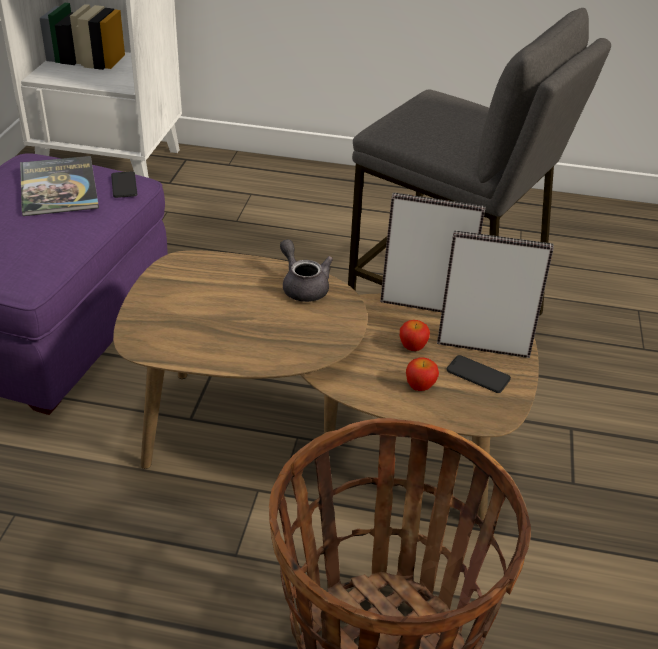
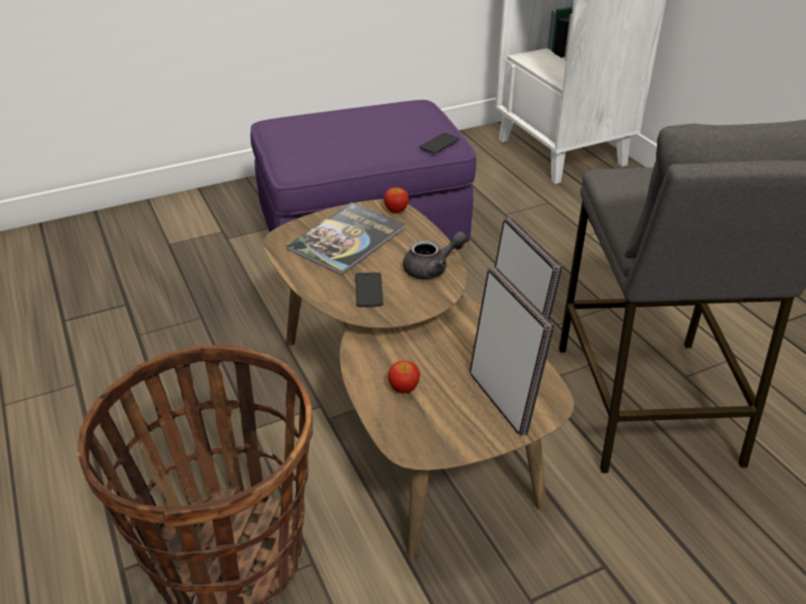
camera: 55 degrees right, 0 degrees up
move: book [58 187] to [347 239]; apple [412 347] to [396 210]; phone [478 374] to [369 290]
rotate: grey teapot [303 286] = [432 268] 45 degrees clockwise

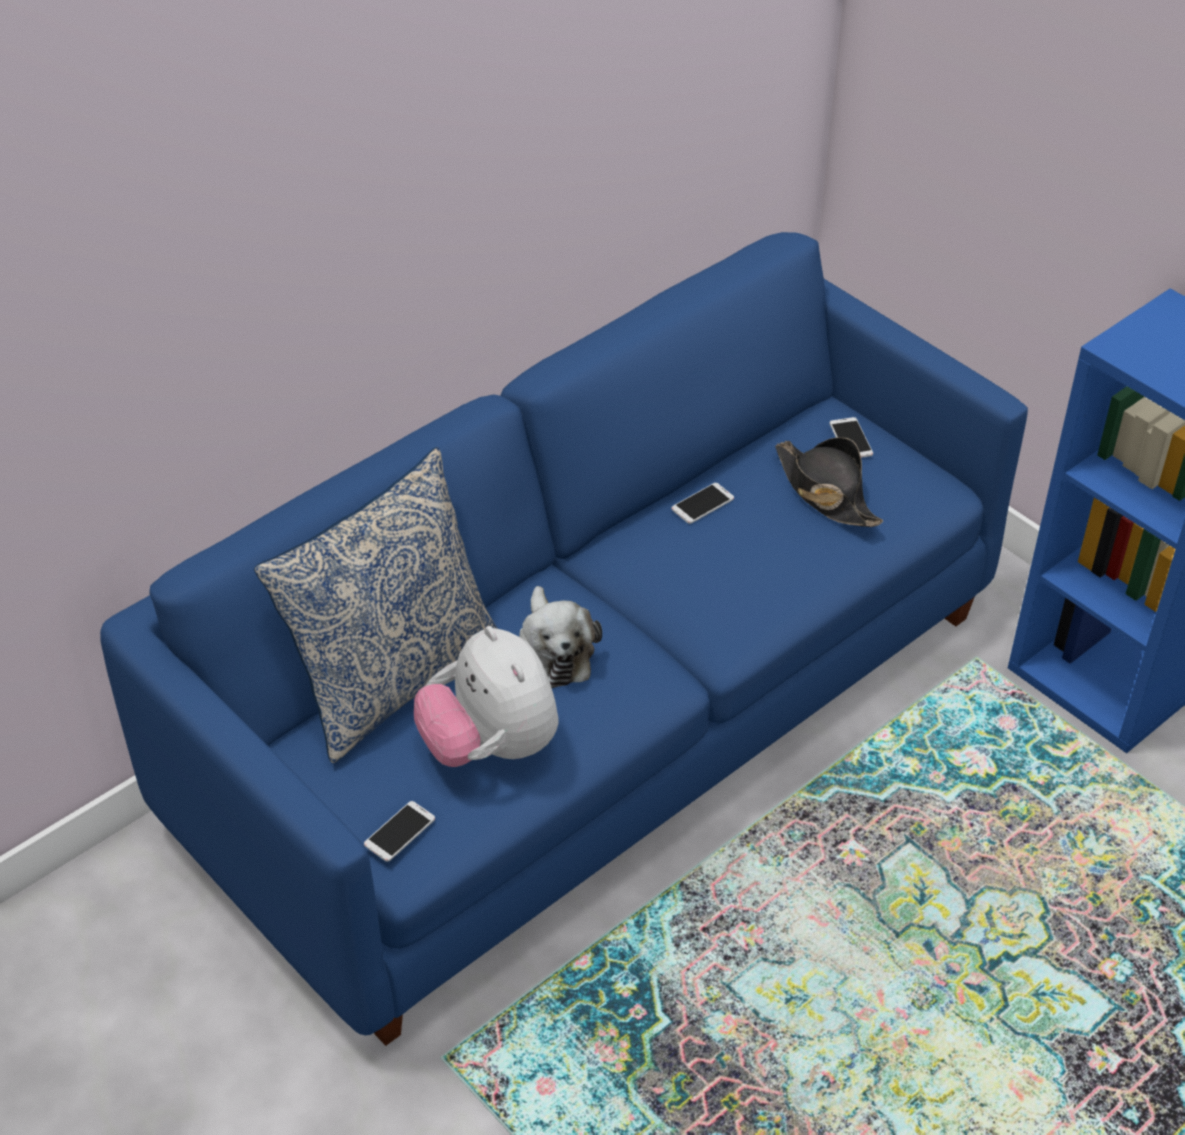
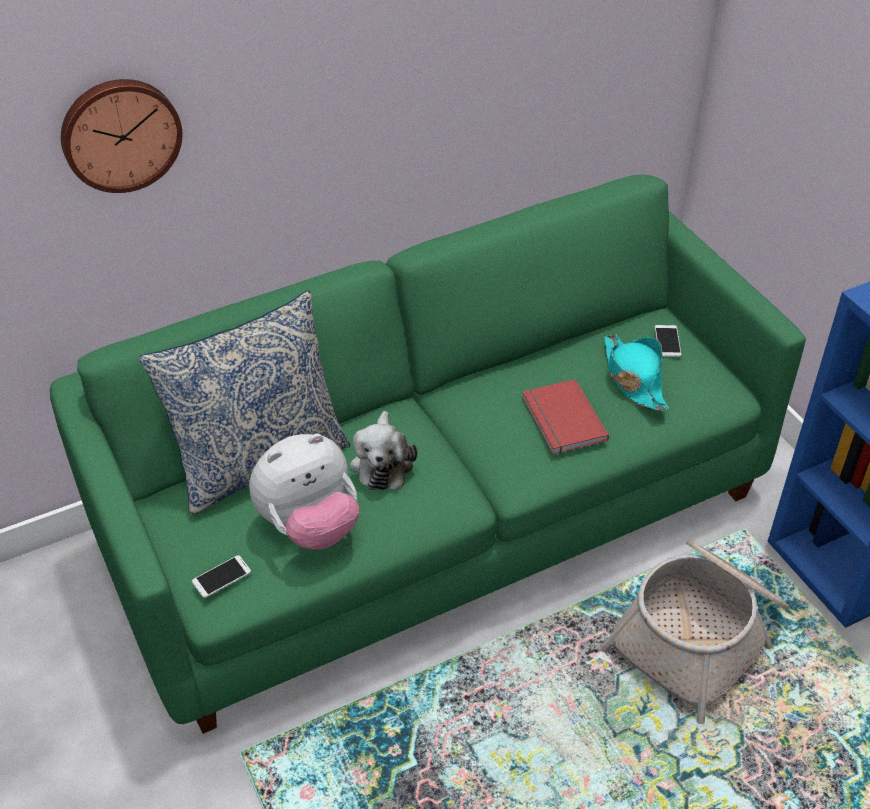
camera: 15 degrees right, 0 degrees up
delete: phone [702 504]
insert: wall clock [120 133]; red book [561 420]; basket [699 635]
recolor: blue sofa [591 716] to green sofa [436 516]; black hat [825 492] to turquoise hat [633 378]
rotate: plush toy [490 746] = [310 525] 105 degrees counterclockwise

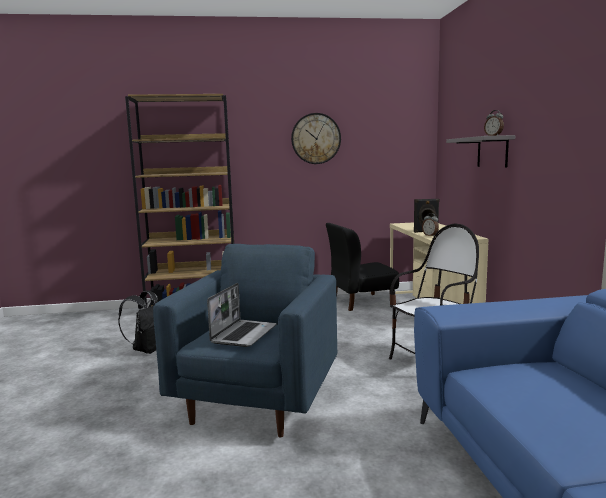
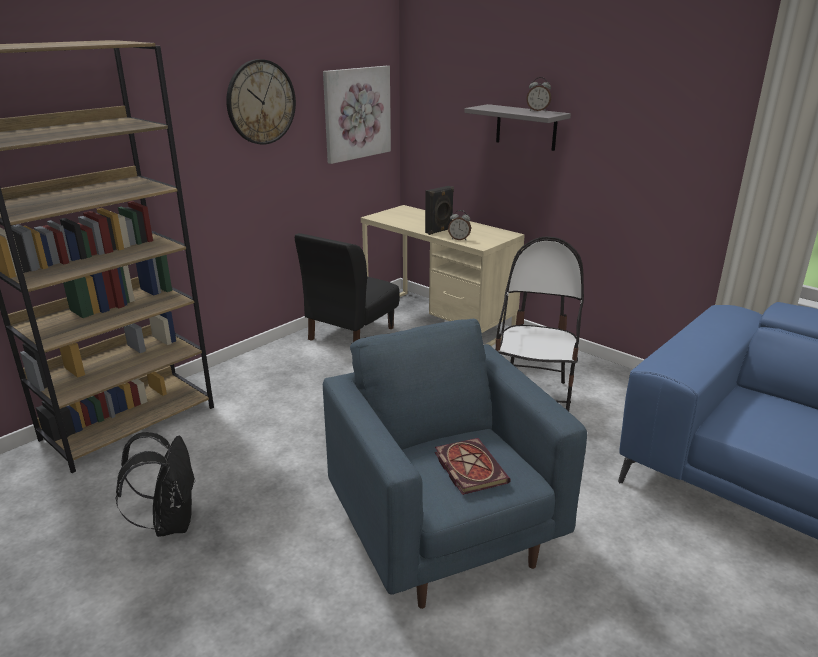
camera: 40 degrees left, 15 degrees up
insert: picture [356 113]
replace: laptop [244 334] to book [468 467]

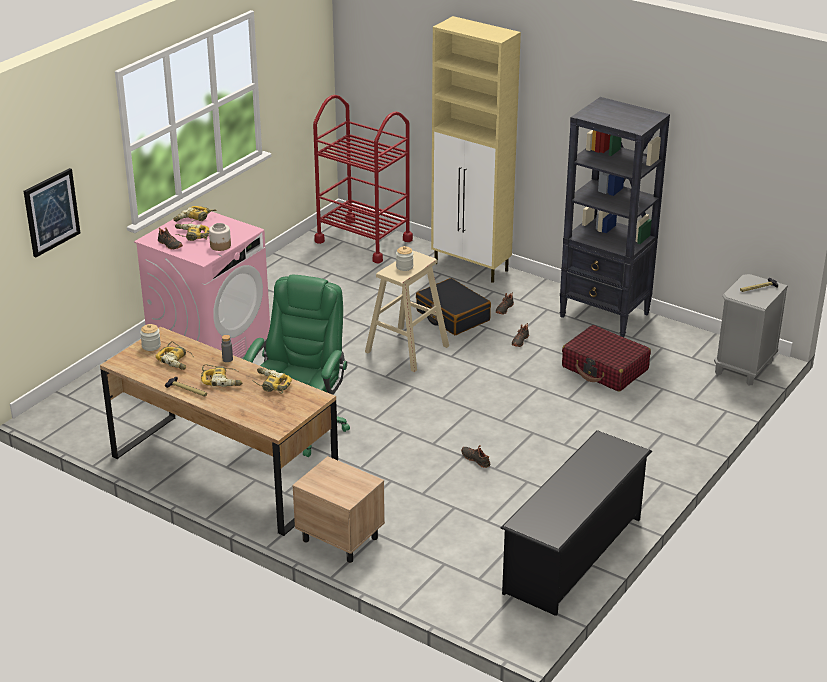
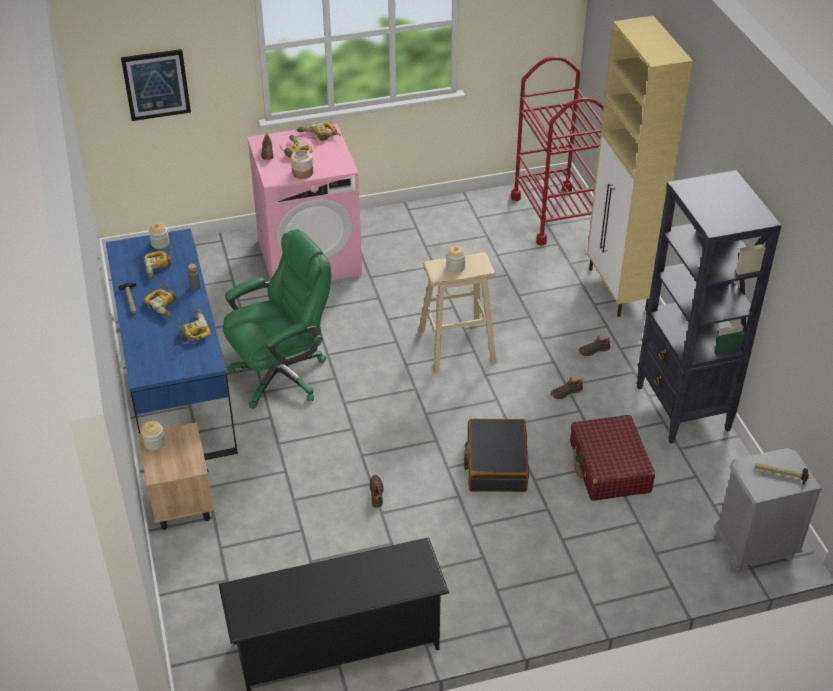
camera: 40 degrees right, 10 degrees up
insert: jar [154 443]
move: black suitcase [452 316] to [496 464]
recolor: brown desk [224 472] to blue desk [177 385]

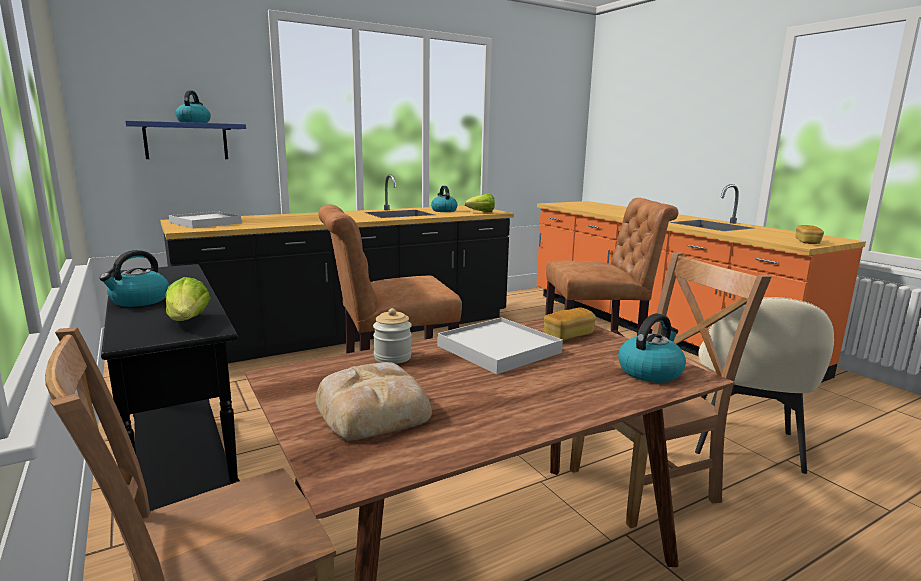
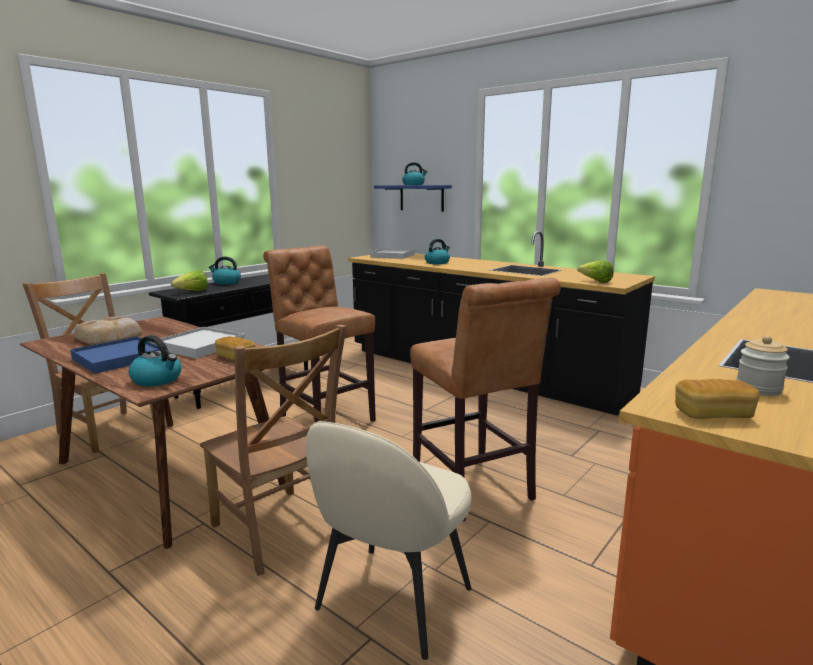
camera: 70 degrees right, 0 degrees up
insert: blue tray [118 358]
move: kettle [443 210] to [437 262]; jar [392 357] to [758 389]
rotate: beige chair [744 445] = [391 601] 60 degrees counterclockwise

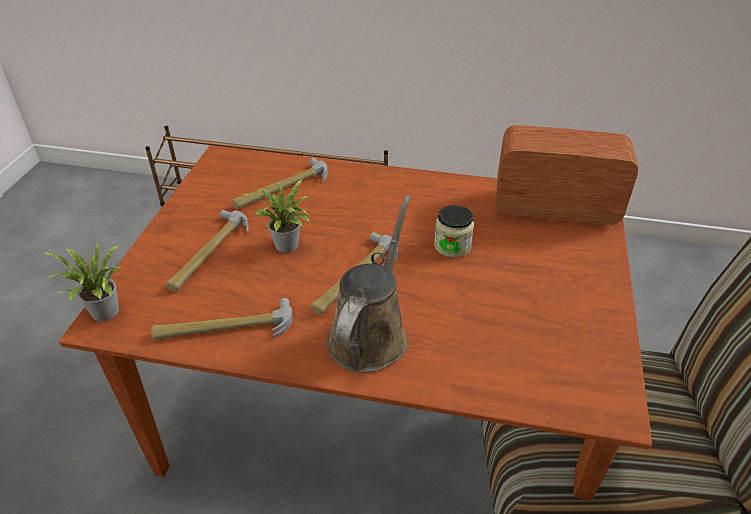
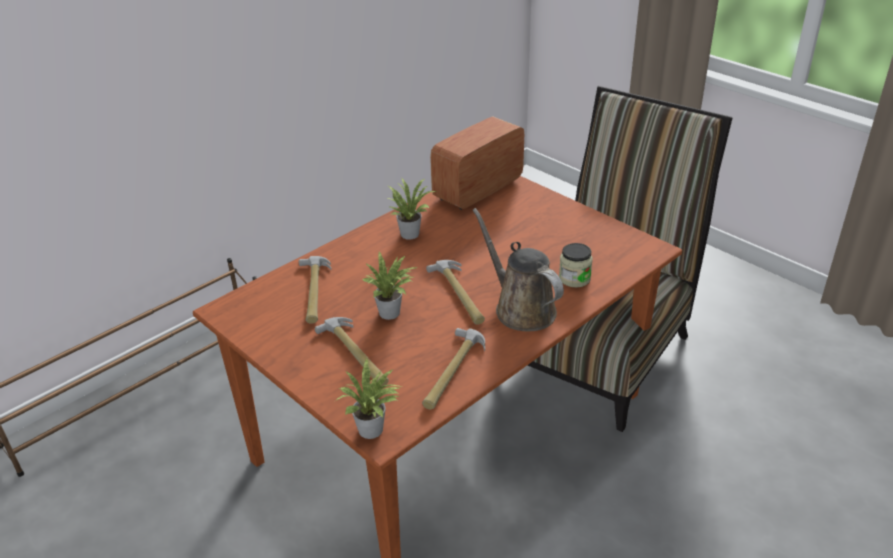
camera: 55 degrees left, 5 degrees down
insert: potted plant [410 233]
move: jar [452 246] to [574 278]

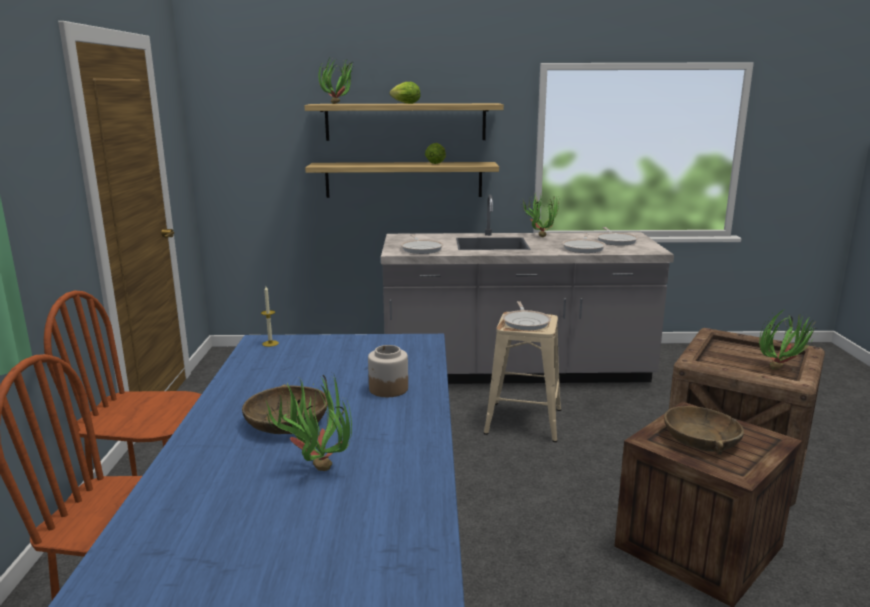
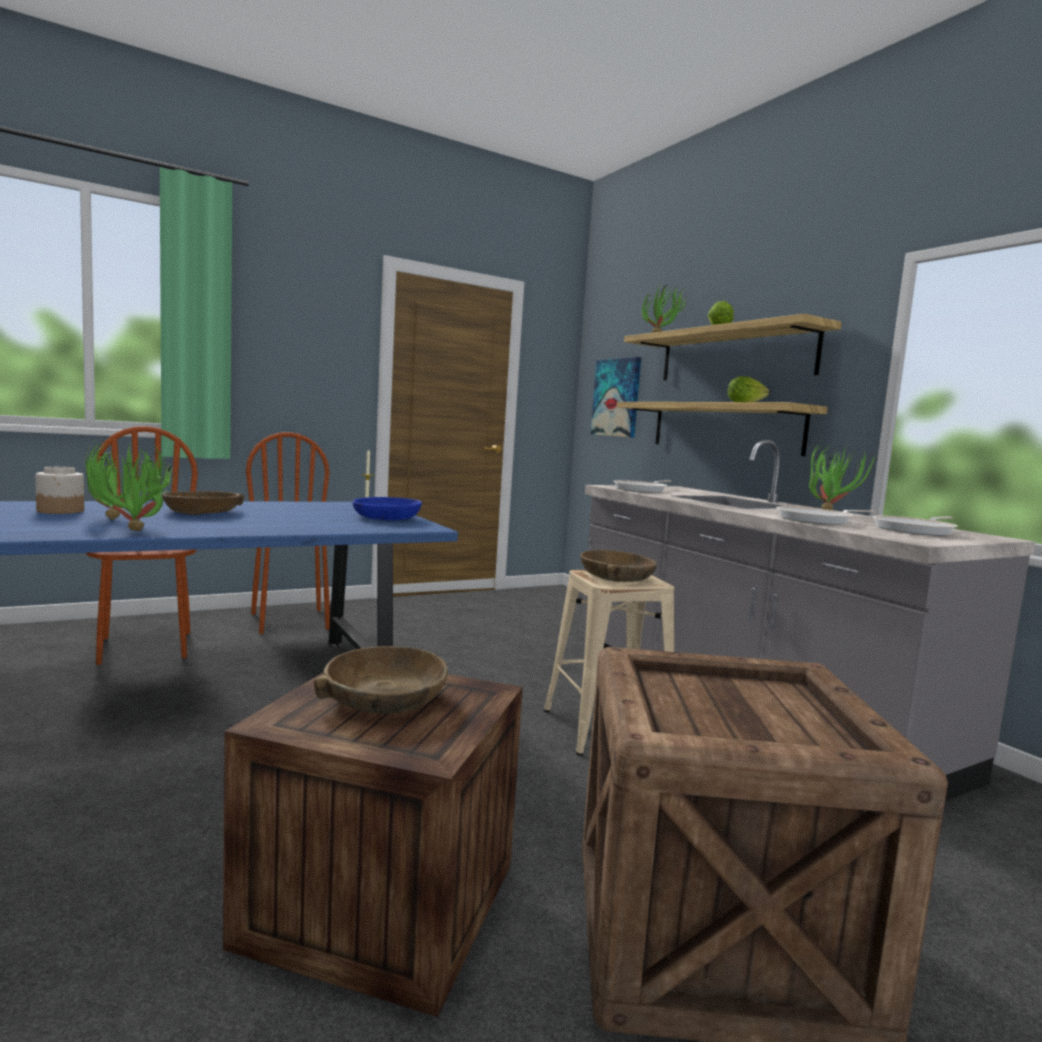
camera: 60 degrees right, 10 degrees down
insert: picture [616 398]; blue bowl [386 518]
move: potted plant [782 369] to [136 533]; jar [388 389] to [61 511]
replace: frying pan [526 322] to brown bowl [616 577]

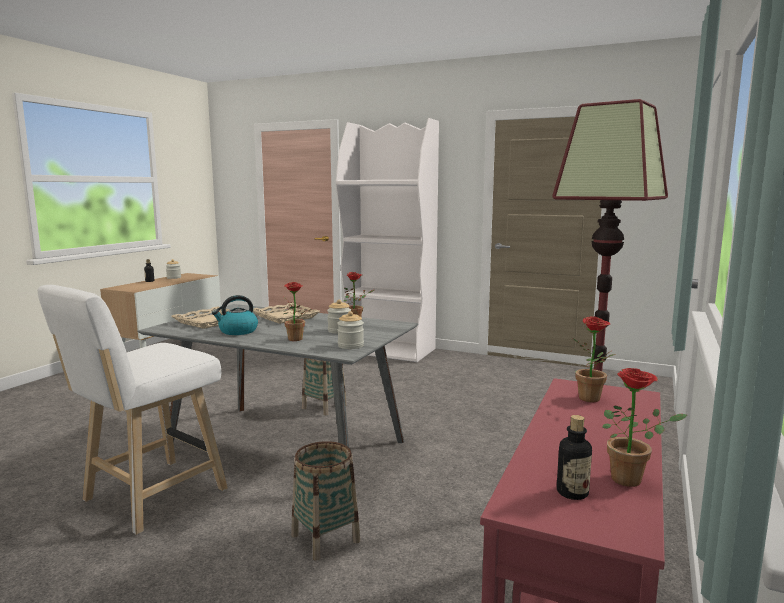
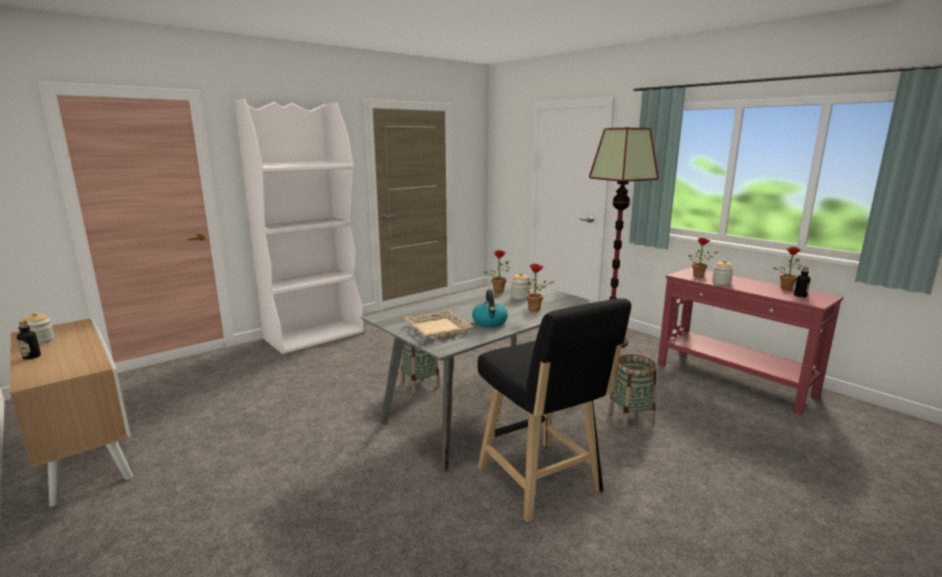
camera: 65 degrees left, 5 degrees up
delete: beige tray [286 317]
move: jar [350 346] to [721 283]
recolor: white stool [148 498] to black stool [542 484]

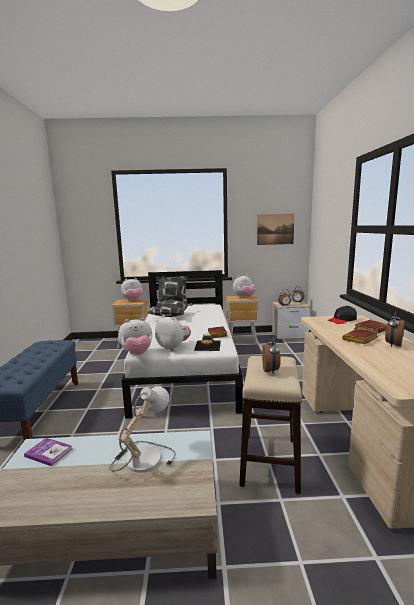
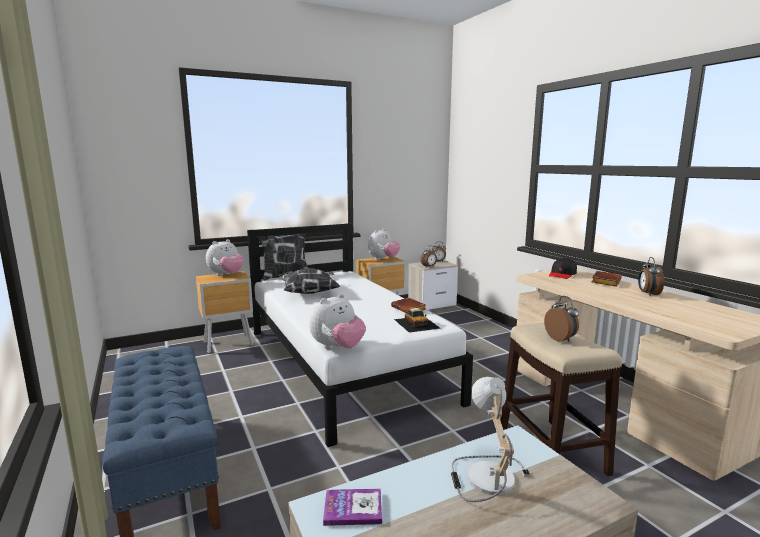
camera: 25 degrees left, 0 degrees up
delete: picture [275 229]; plush toy [173 347]; brown book [360 340]

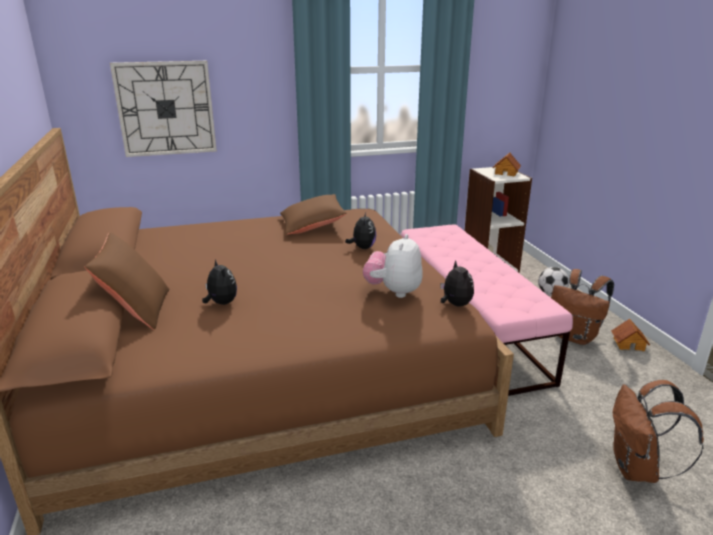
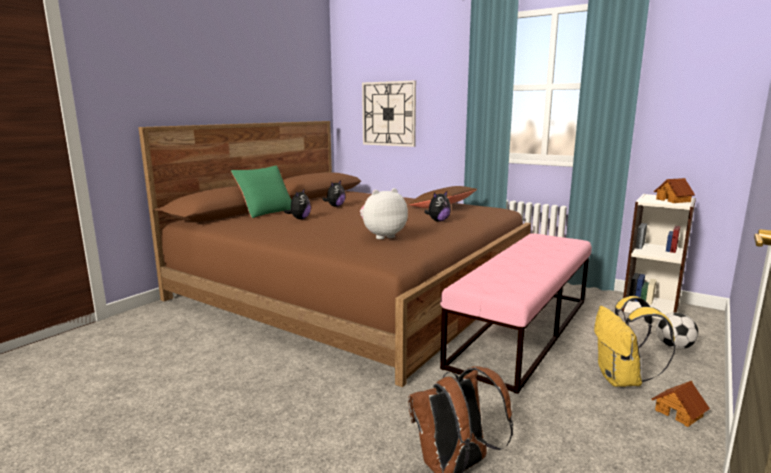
camera: 50 degrees right, 10 degrees down
move: plush toy [455 304] to [335 206]
recolor: brown pillow [137 310] to green pillow [266 212]; brown backpack [576 337] to yellow backpack [622 380]

